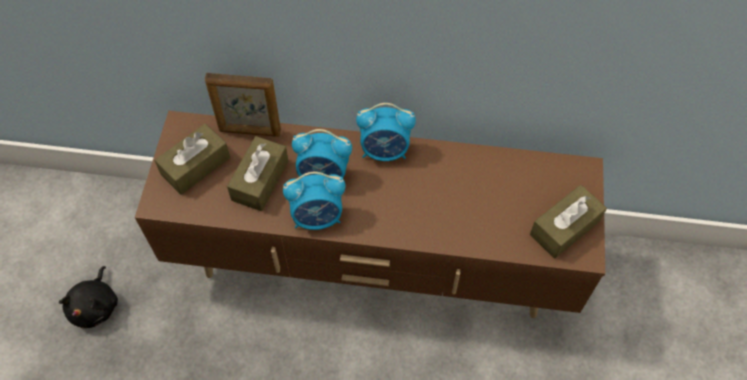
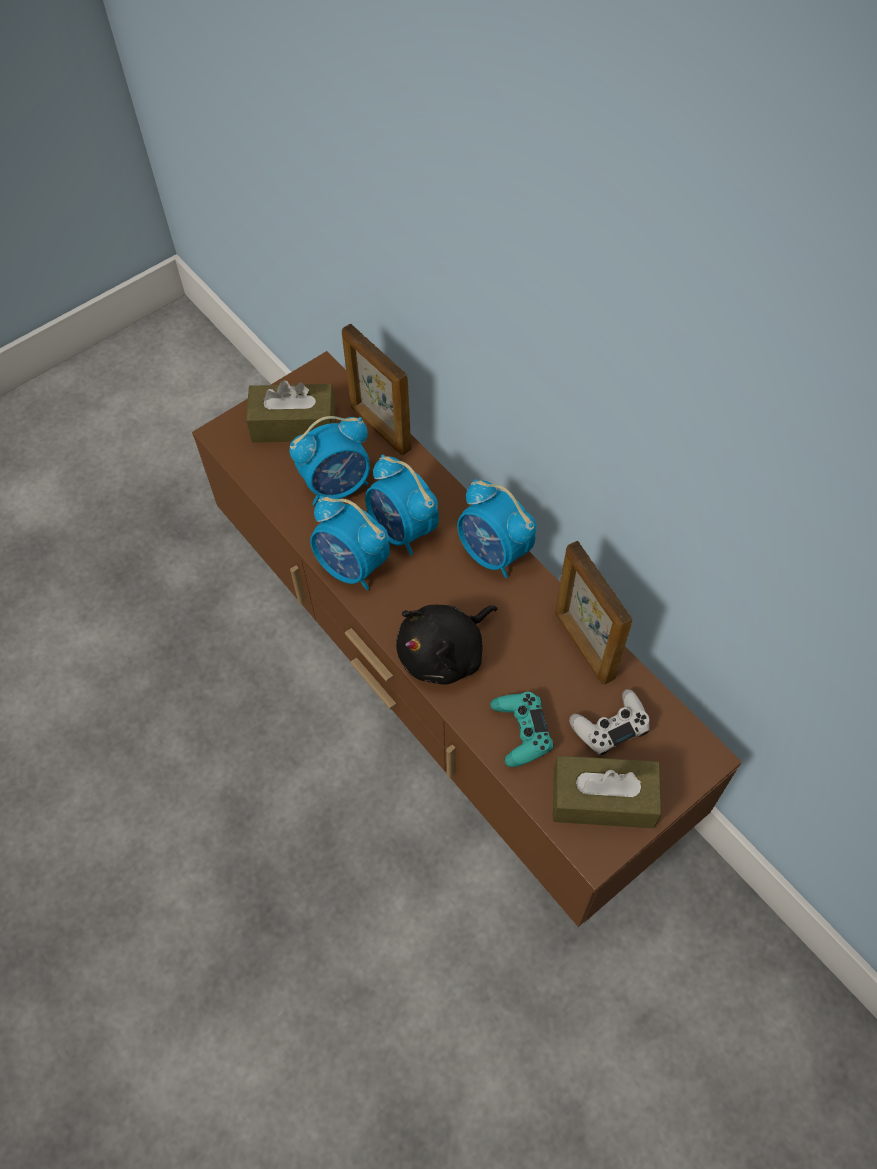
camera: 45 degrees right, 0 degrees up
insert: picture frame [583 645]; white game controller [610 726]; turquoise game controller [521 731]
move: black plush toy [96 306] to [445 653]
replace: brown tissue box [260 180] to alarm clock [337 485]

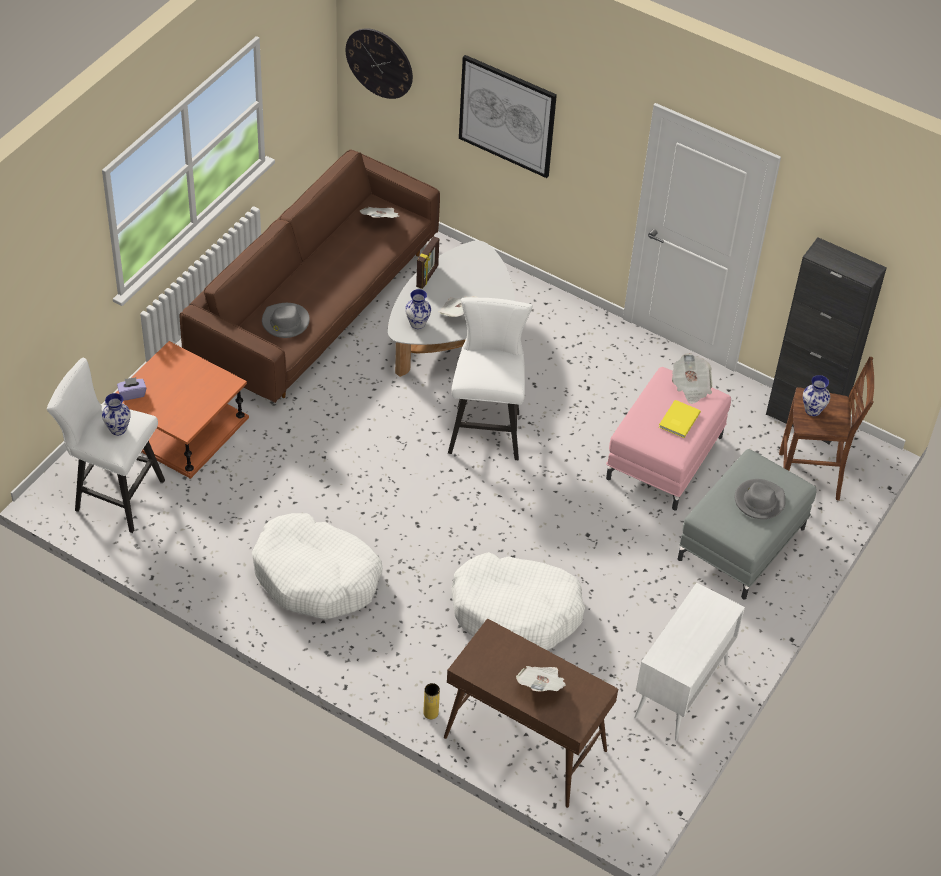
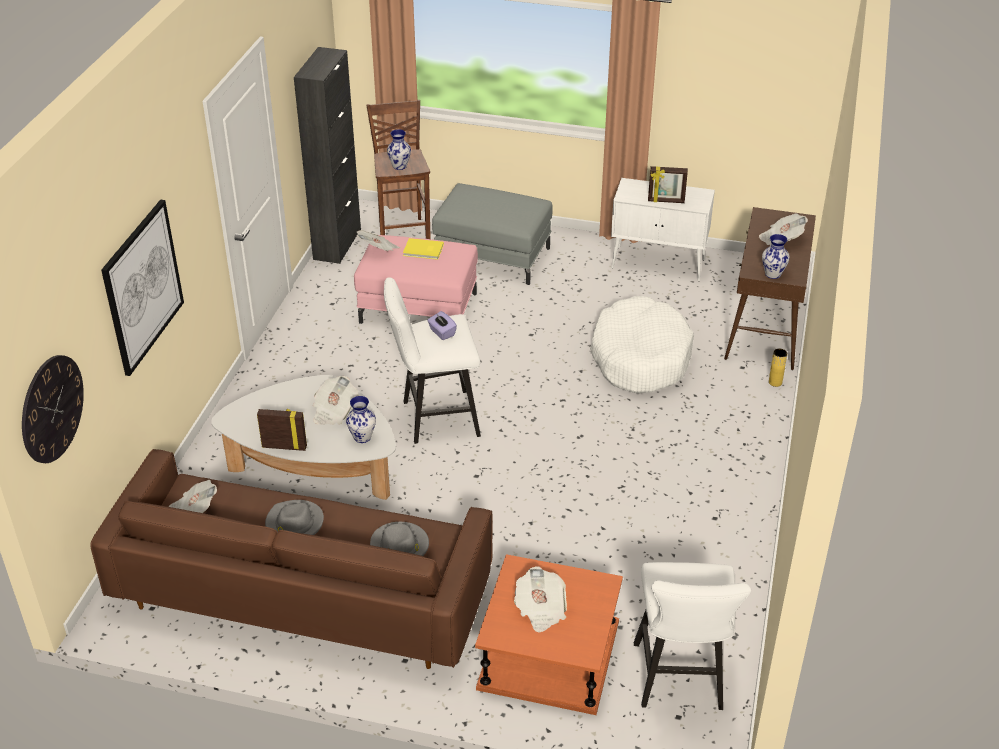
camera: 105 degrees left, 10 degrees down
delete: white dog bed [316 577]
insert: picture frame [666 201]; newspaper [540 610]
move: purple tissue box [132 394] to [442 333]; vase [118 429] to [772 274]; grey hat [759 501] to [294 524]

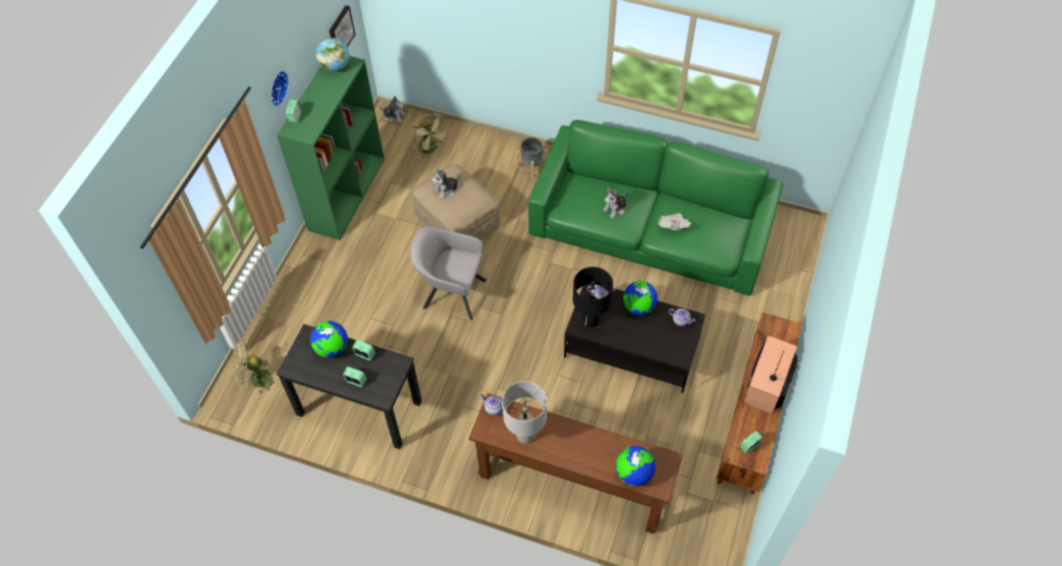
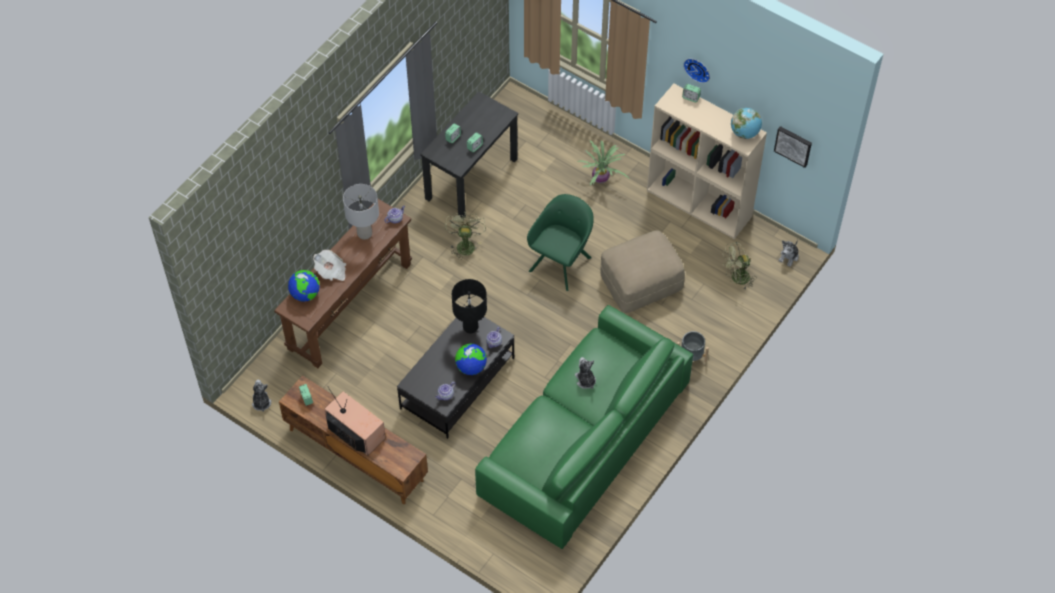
camera: 105 degrees right, 0 degrees up
delete: globe [332 348]
insert: potted plant [601 179]
move: plush toy [446 190] to [261 402]; newspaper [673 226] to [331 271]; green fan [255 380] to [465 244]
recolor: green bookcase [346 193] to beige bookcase [700 203]; grey armchair [451 293] to green armchair [561 262]

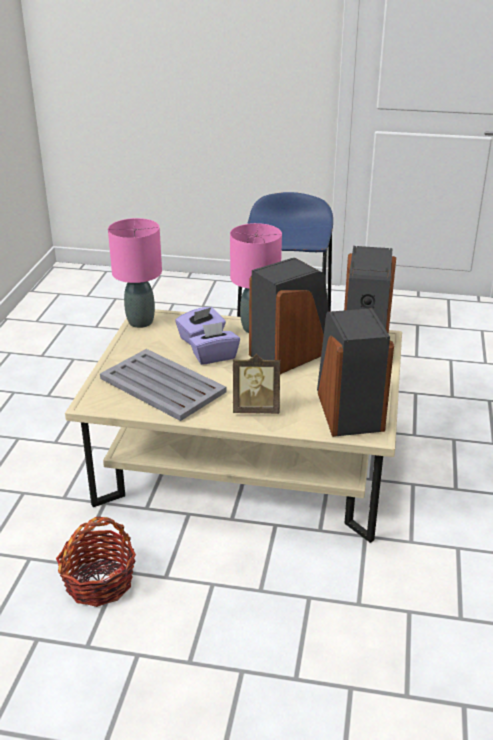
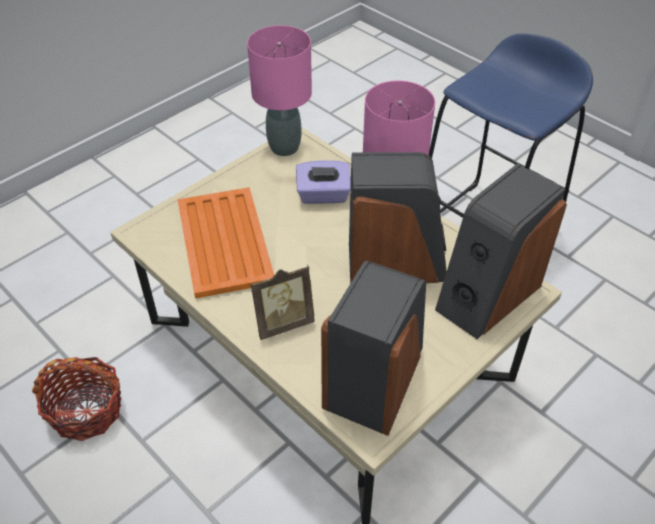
camera: 35 degrees right, 15 degrees up
delete: purple tissue box [214 356]
recolor: grey tray [163 386] to orange tray [224 243]
rotate: picture frame [256 409] = [283 323] 60 degrees counterclockwise

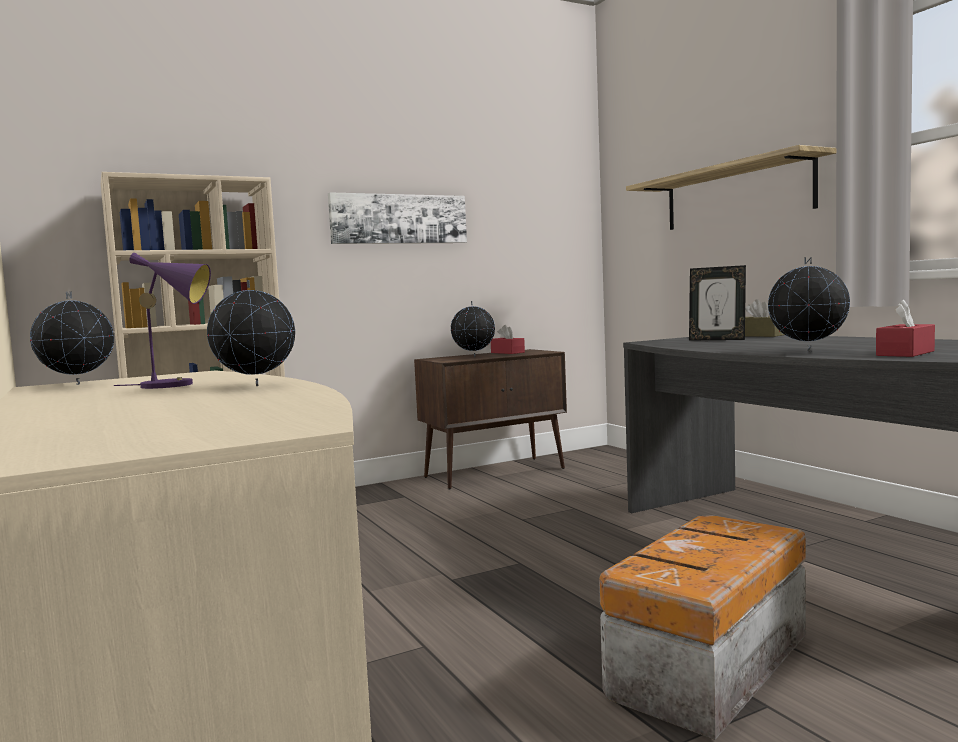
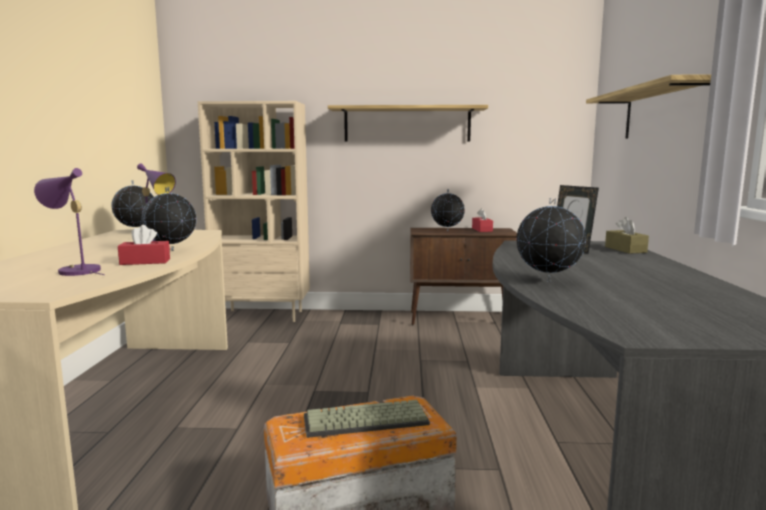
camera: 30 degrees right, 5 degrees up
insert: purple table lamp [75 271]; keyboard [364 421]
move: red tissue box [905 353] to [145 262]
replace: picture [399 219] to shelf [407 124]

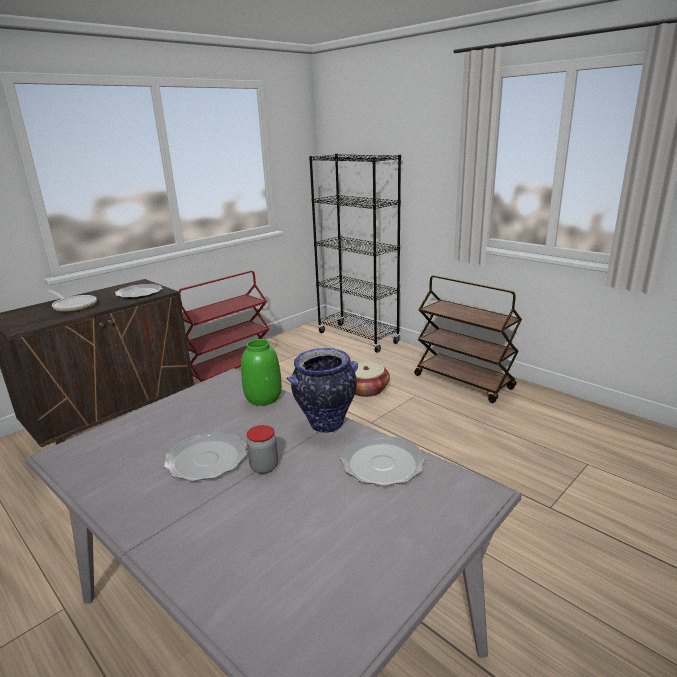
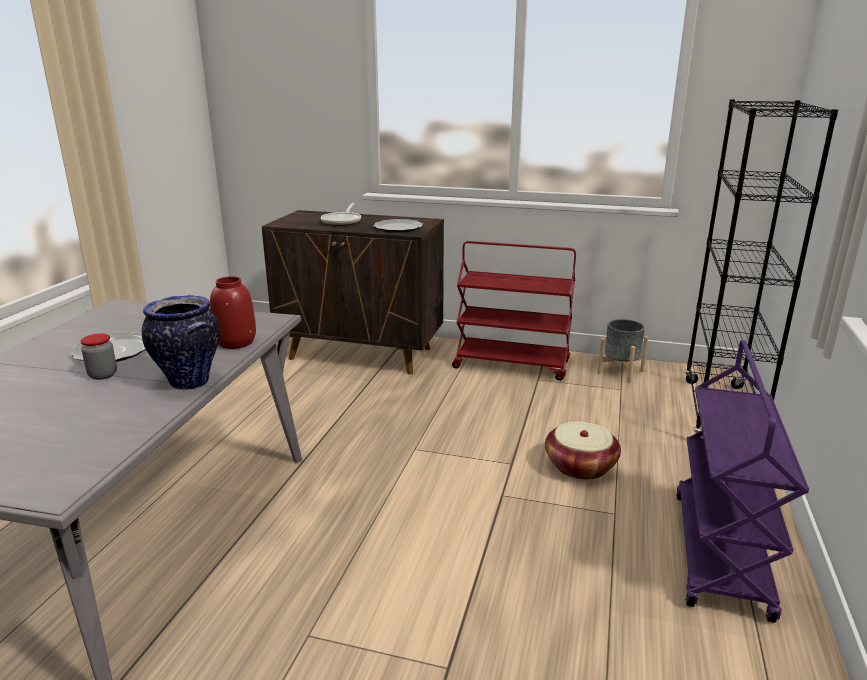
camera: 60 degrees right, 0 degrees up
delete: plate [382 463]
insert: grey planter [620 372]
recolor: brown cart [464 382] to purple cart [720 554]; green vase [263 398] to red vase [235 342]

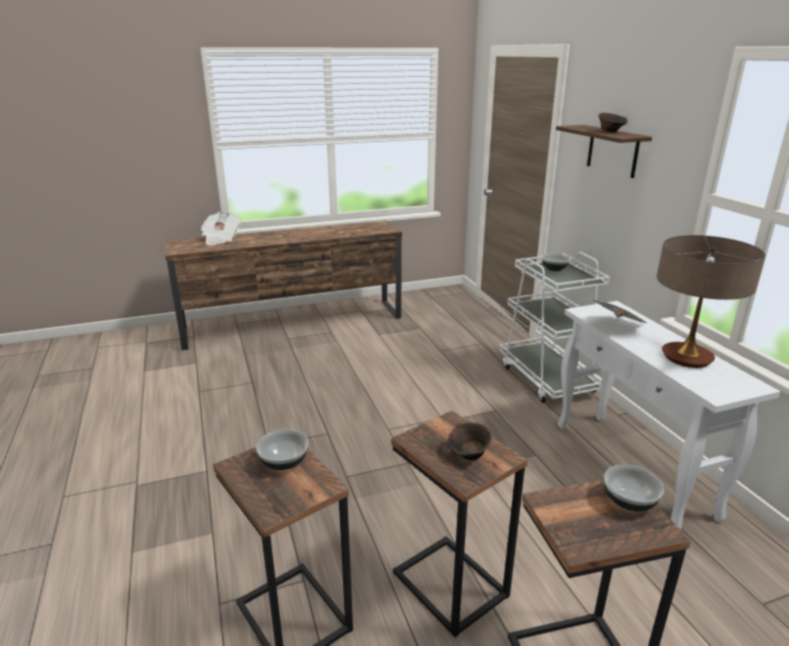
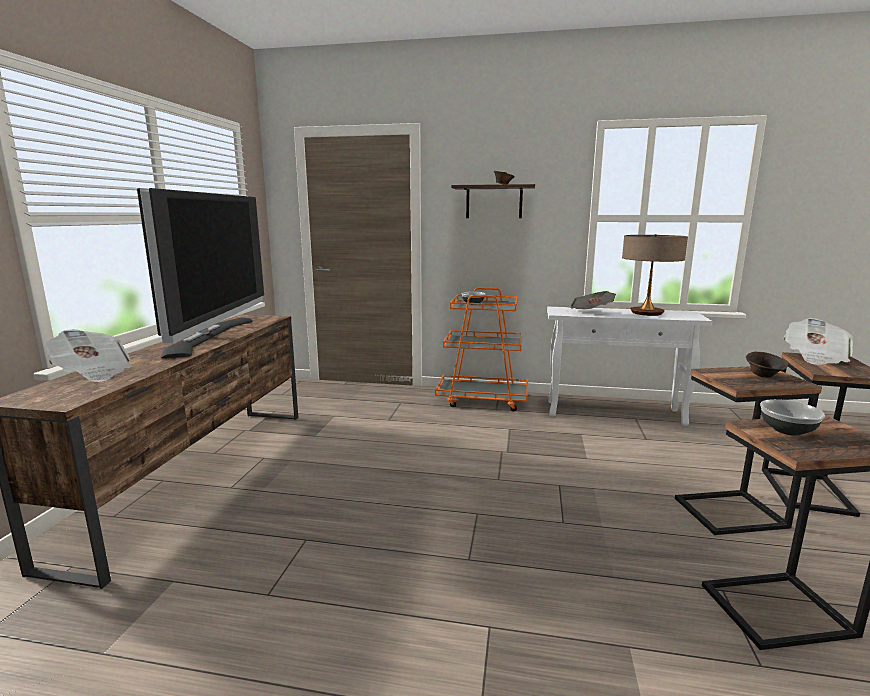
camera: 60 degrees left, 10 degrees down
insert: television [212 336]
replace: bowl [628 501] to newspaper [815 357]
recolor: white cart [547 378] to orange cart [482 399]

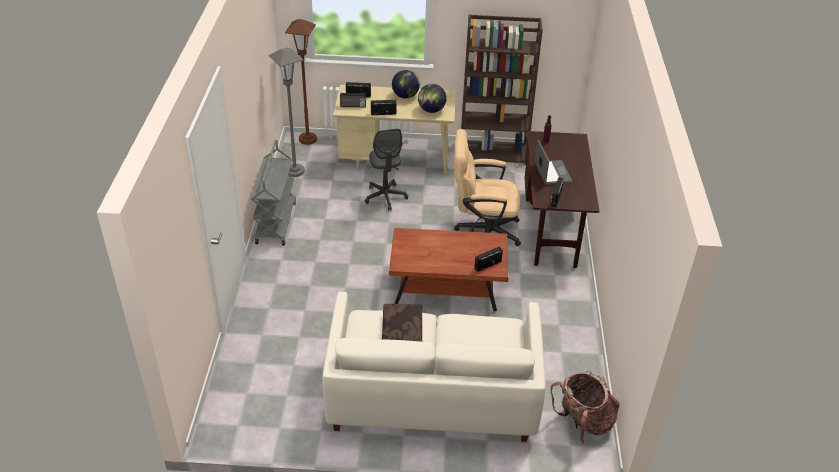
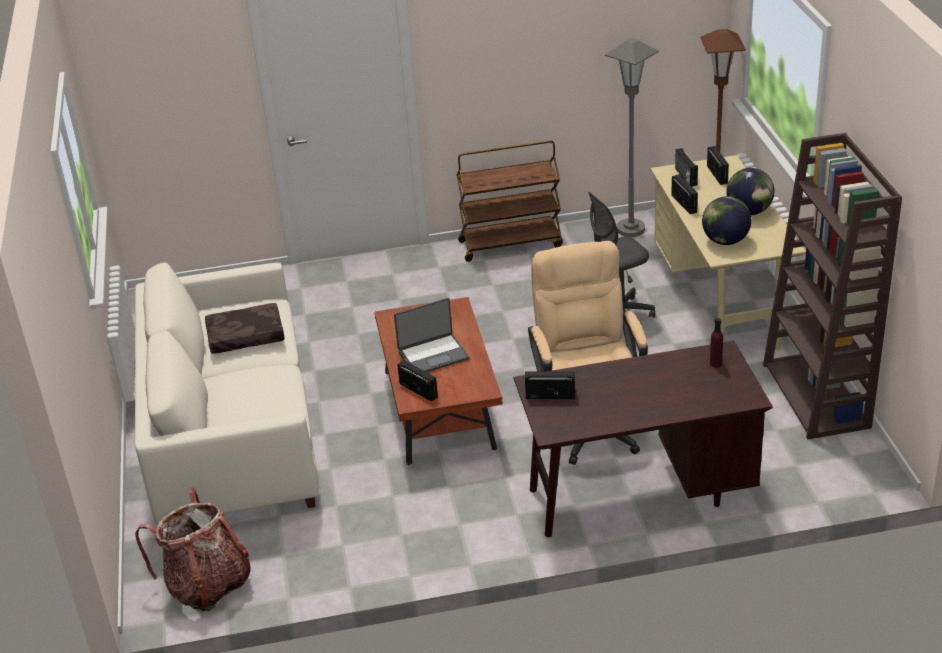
camera: 80 degrees right, 5 degrees down
move: laptop [551 173] to [433 355]
recolor: grey cart [275 222] to brown cart [511 244]

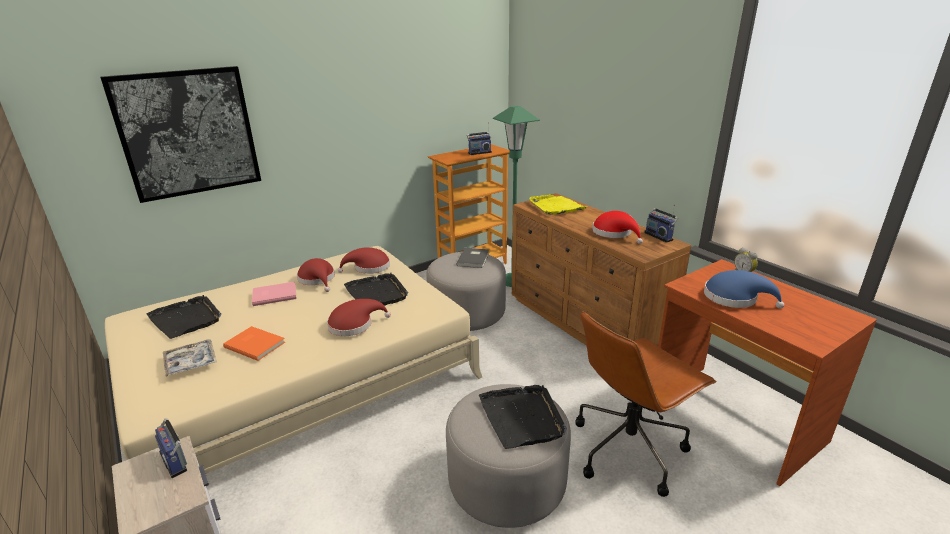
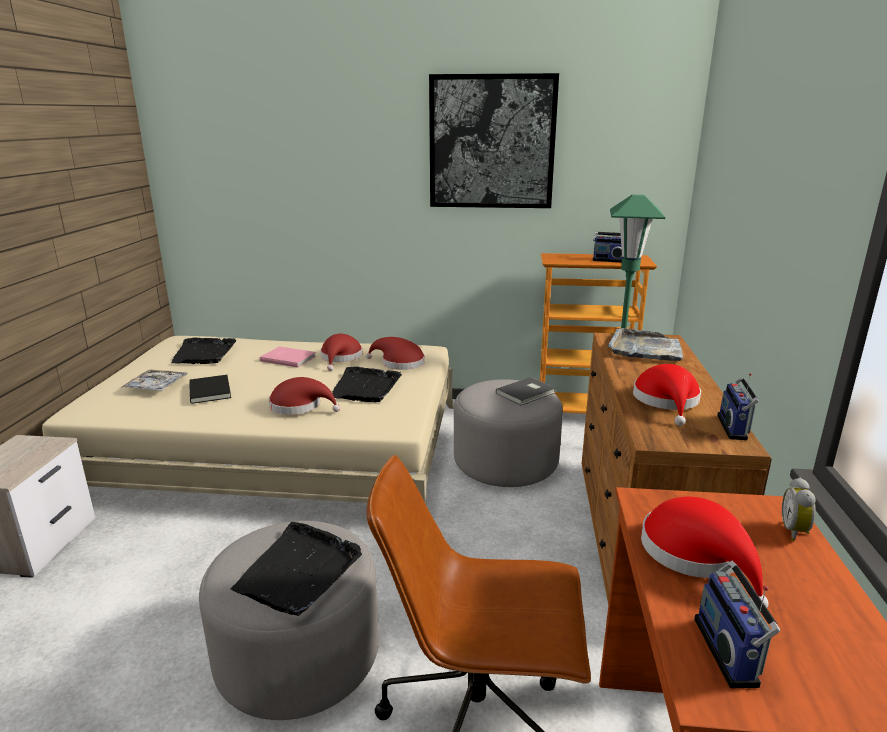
camera: 40 degrees right, 5 degrees down
move: picture [188 133] to [491 142]; radio [176 460] to [730 651]
recolor: yellow tray [556 206] to grey tray [646 349]; blue hat [734 298] to red hat [697 555]; orange book [255 344] to black book [211 390]

